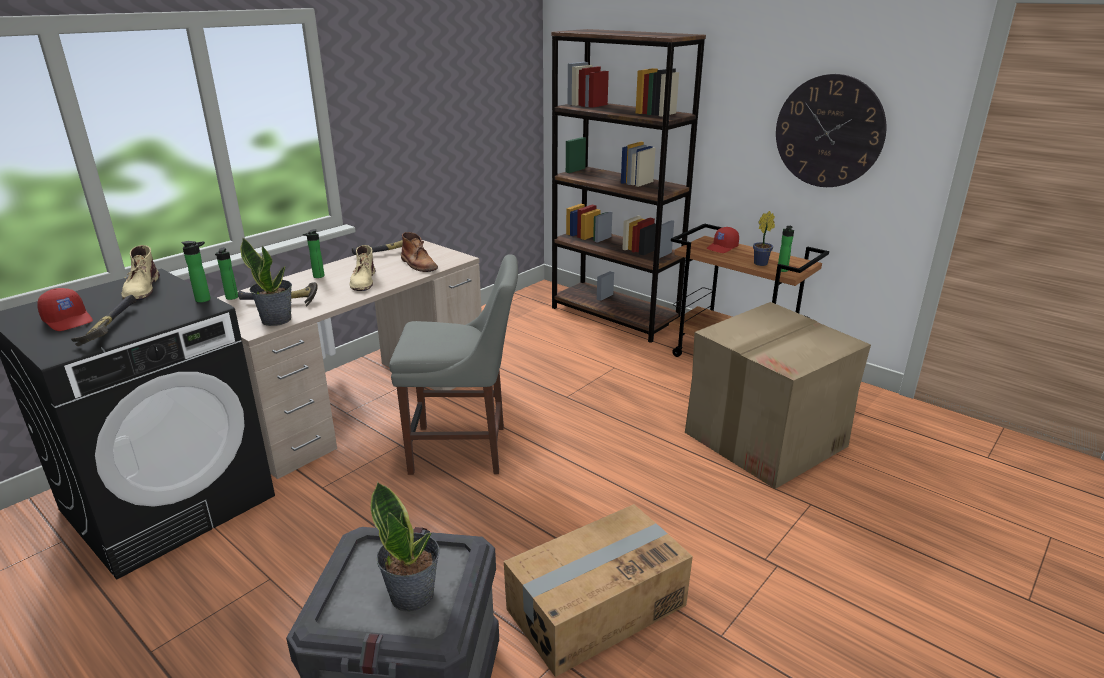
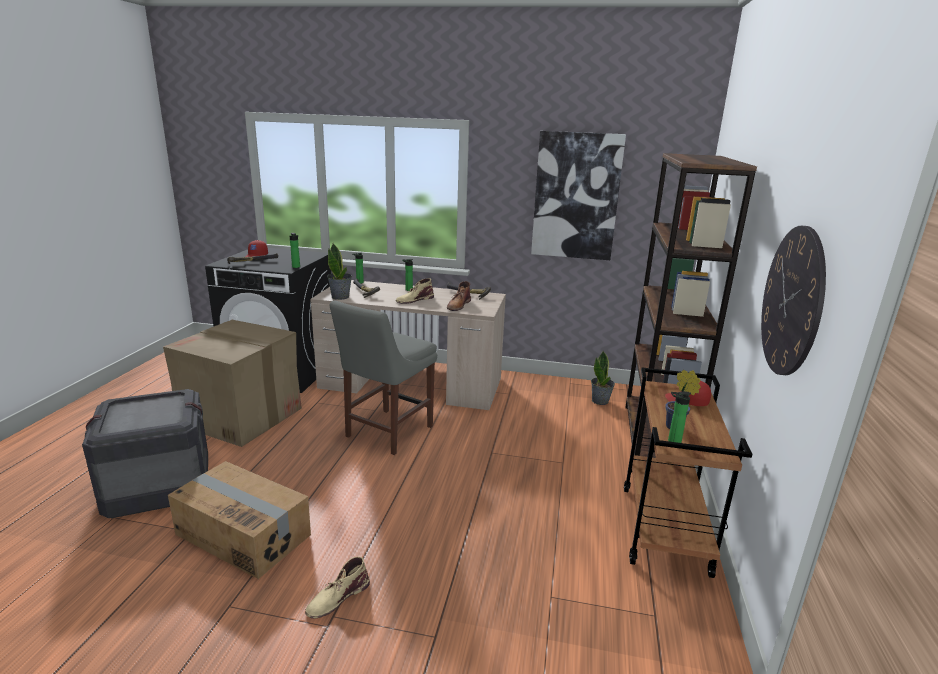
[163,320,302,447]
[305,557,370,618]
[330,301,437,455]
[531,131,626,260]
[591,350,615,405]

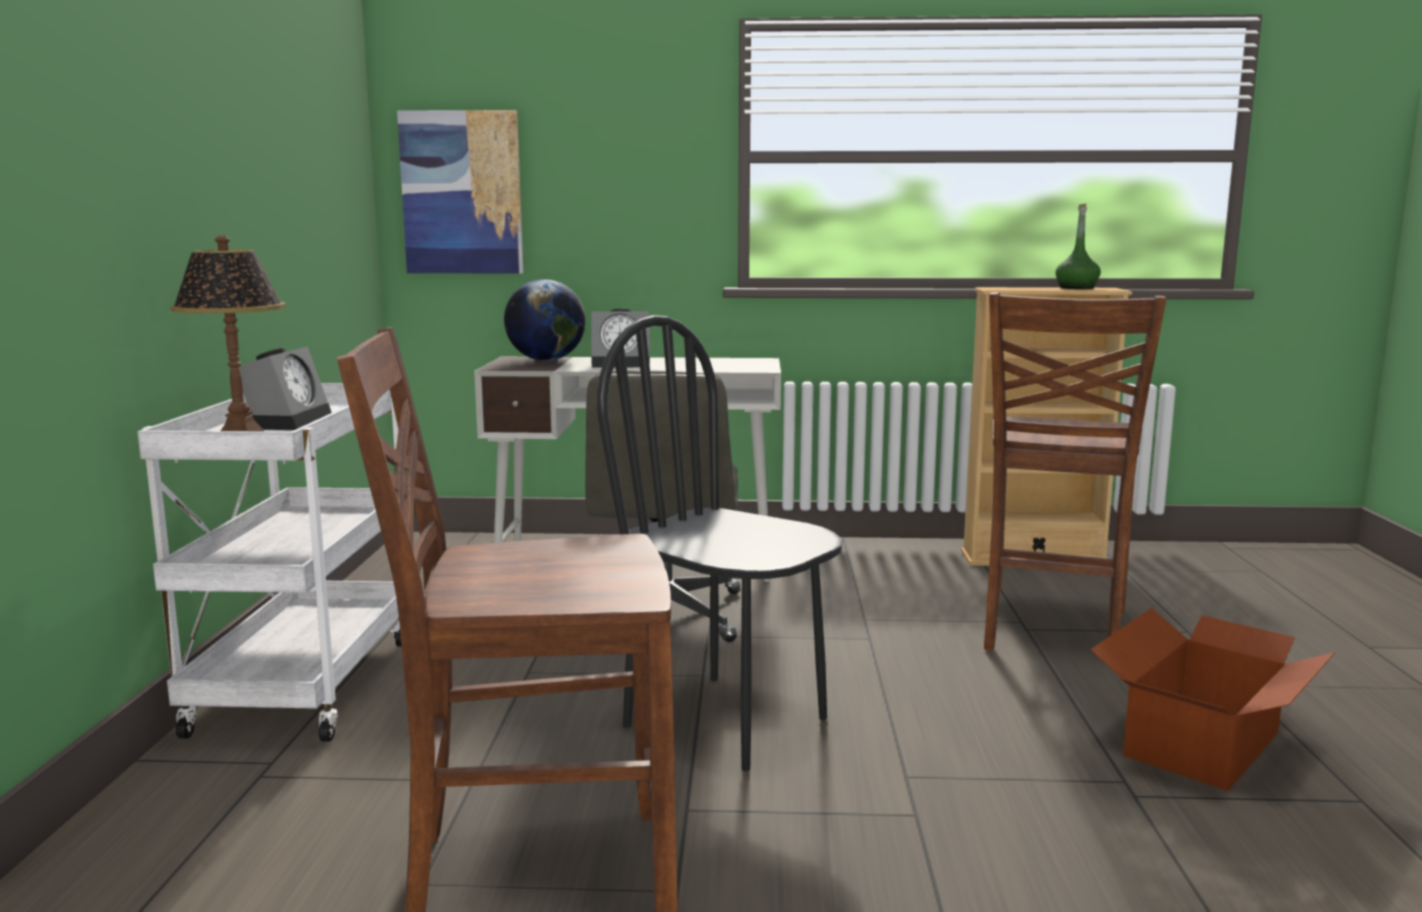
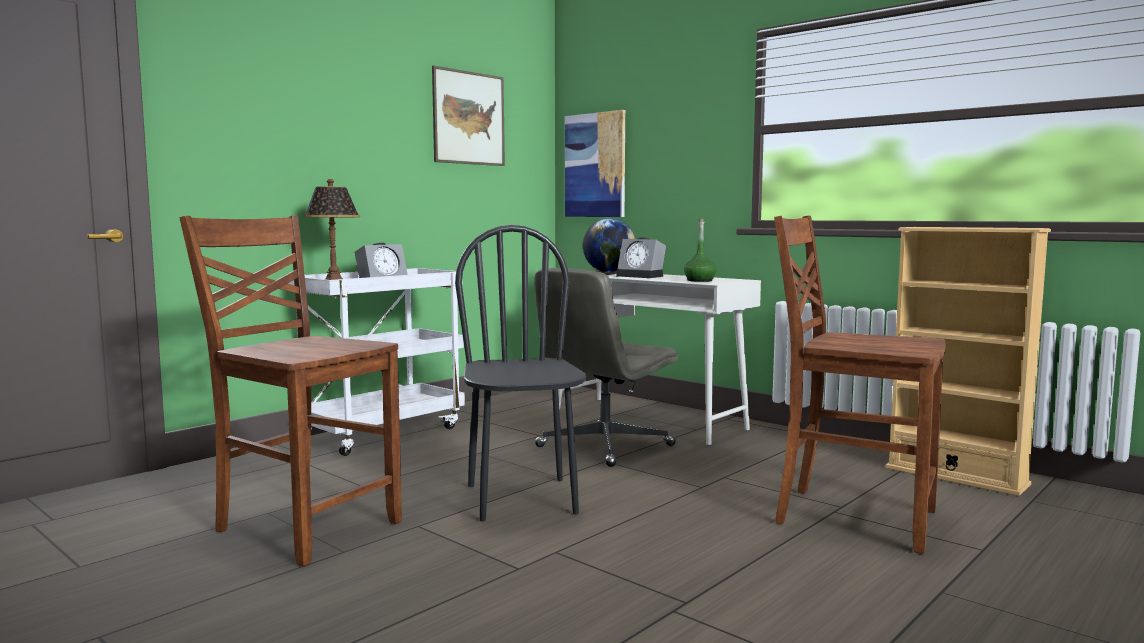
[432,66,505,166]
[684,219,717,282]
[774,216,946,554]
[1091,608,1335,791] (first image)

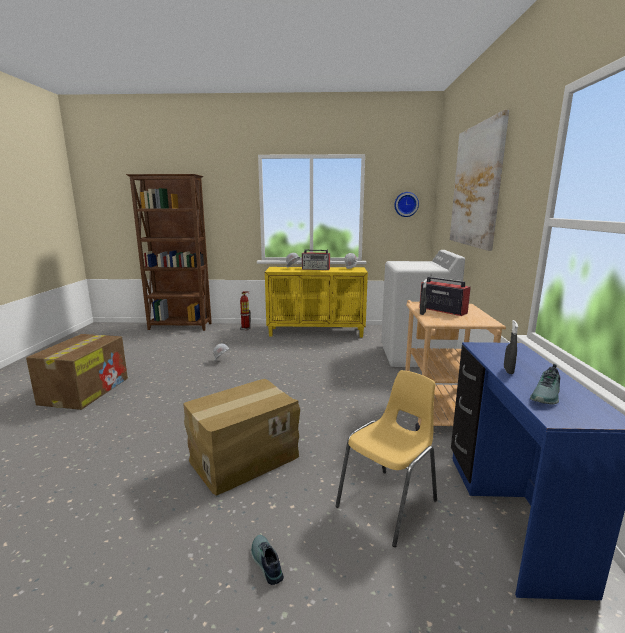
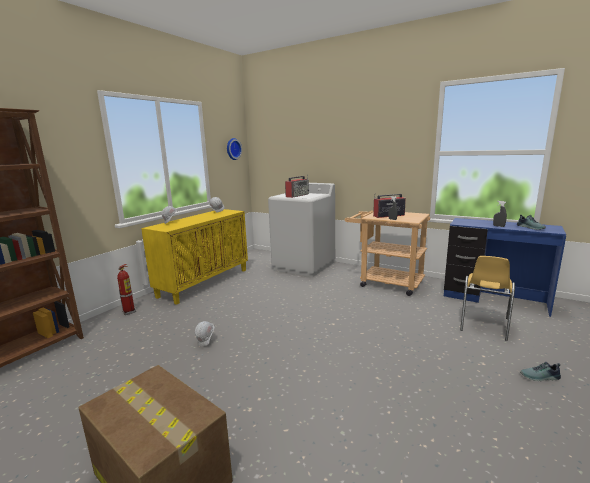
[285,175,309,198]
[460,256,515,341]
[183,379,300,496] (first image)
[450,110,509,251] (first image)

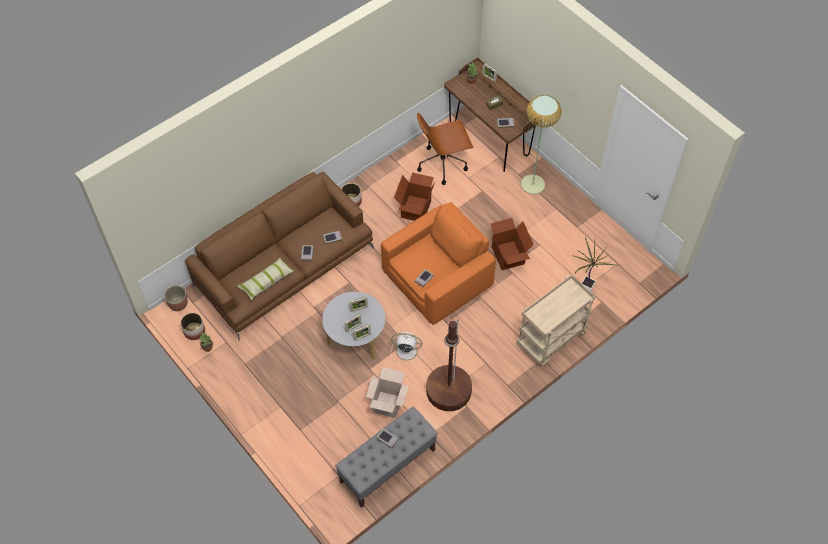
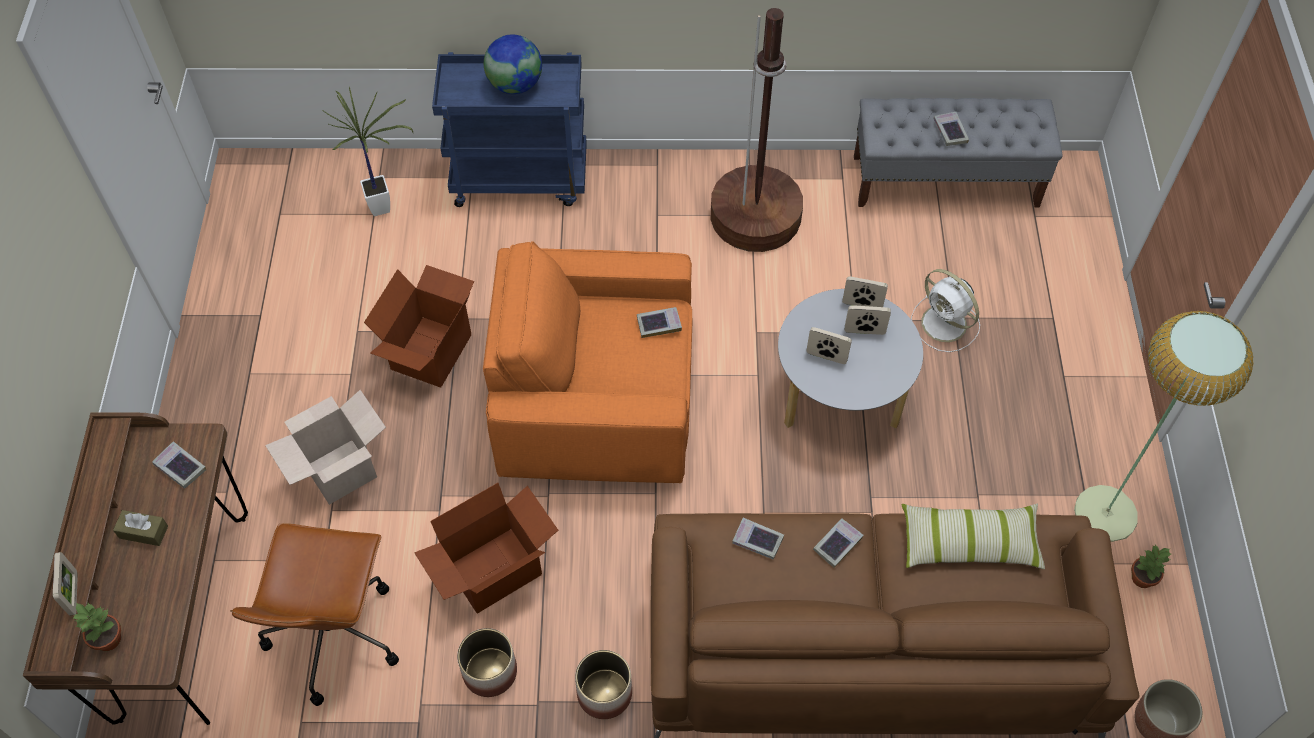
[230,523,399,706]
[265,390,386,505]
[432,52,587,207]
[457,628,517,697]
[484,34,542,94]
[911,269,980,352]
[1074,311,1253,542]

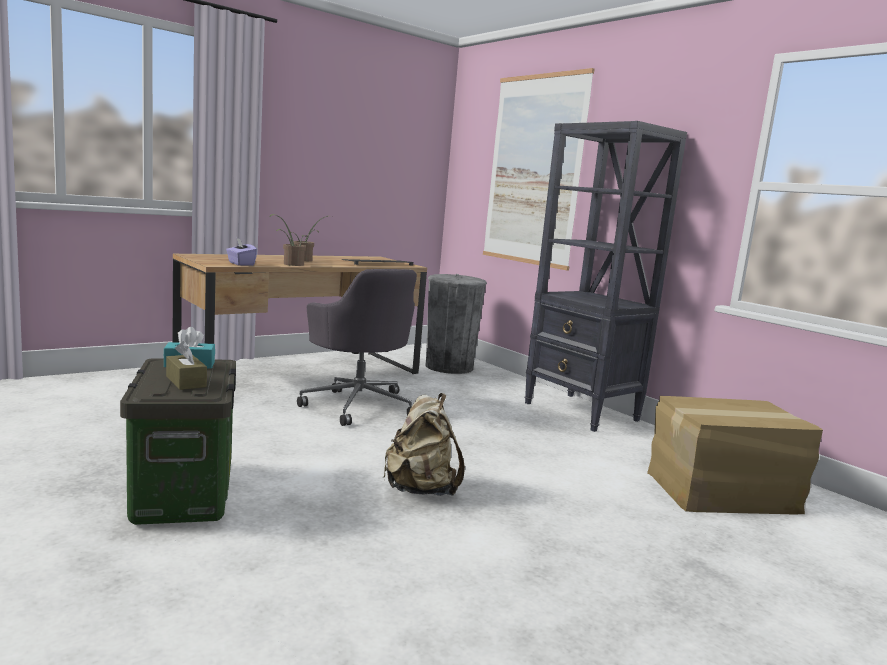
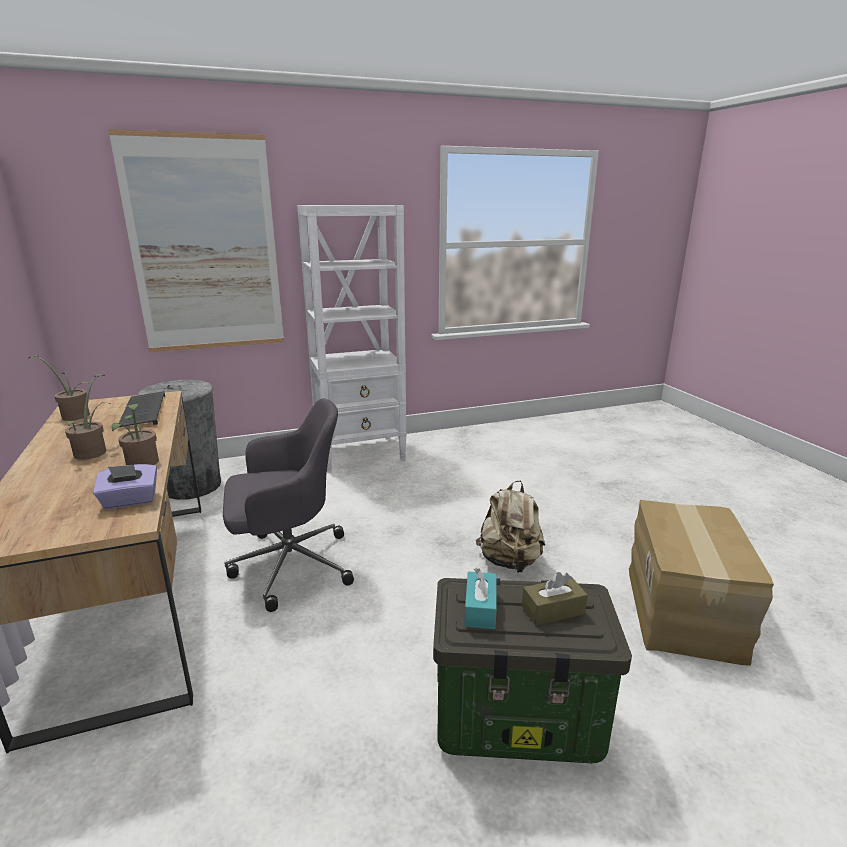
[29,355,90,421]
[297,205,407,471]
[629,500,774,666]

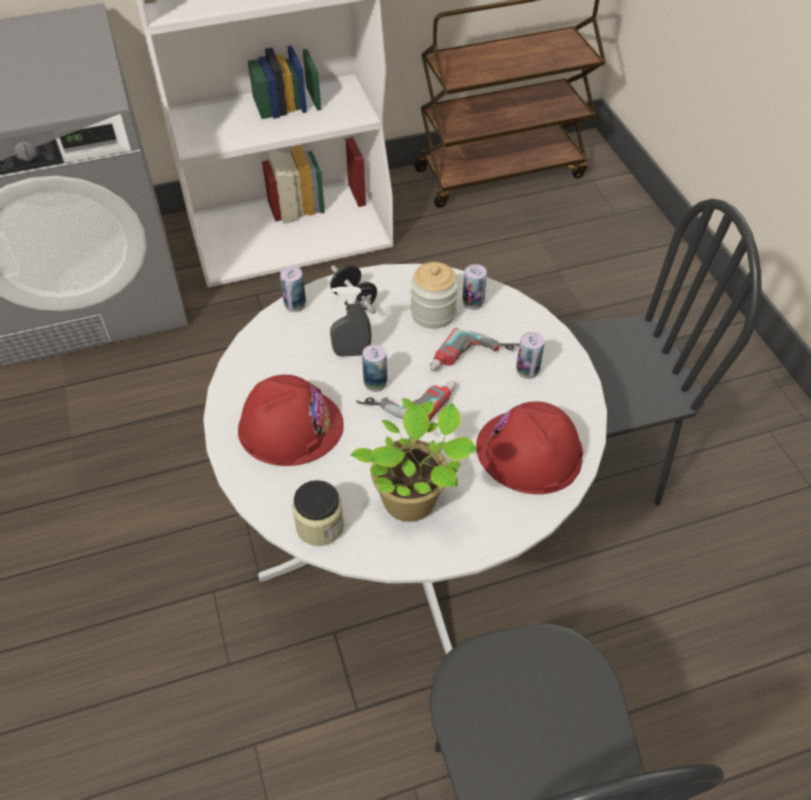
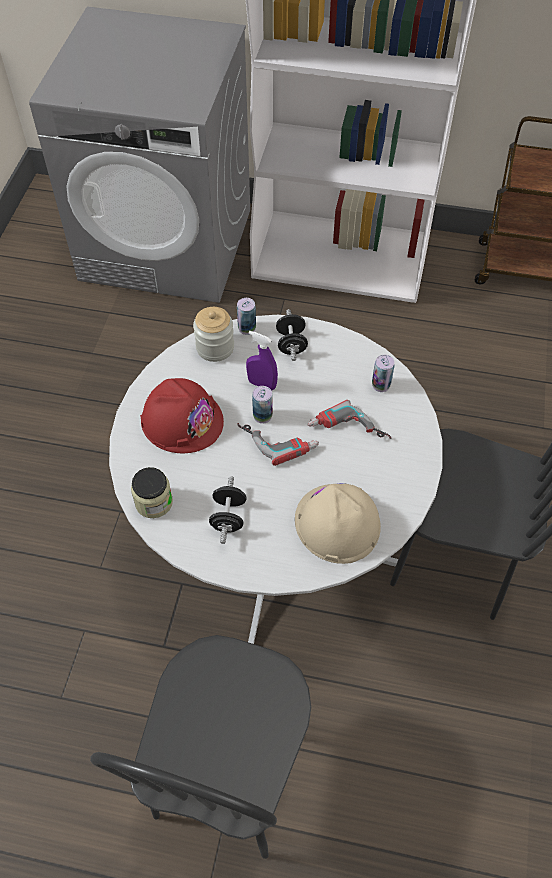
[193,307,234,362]
[209,476,247,544]
[246,331,278,391]
[295,483,381,564]
[516,332,544,379] (first image)

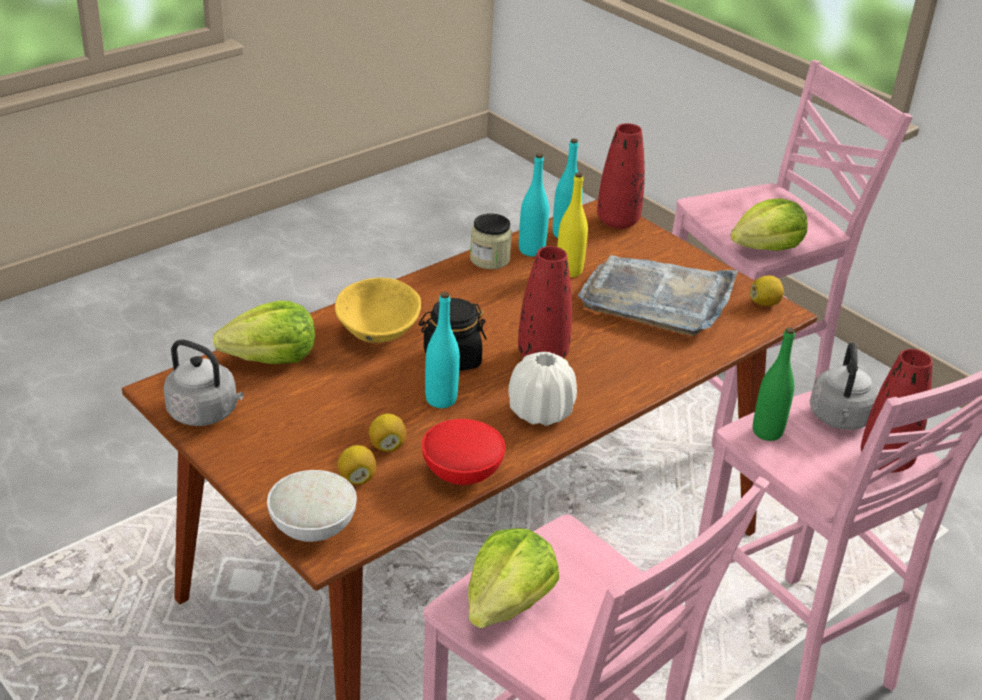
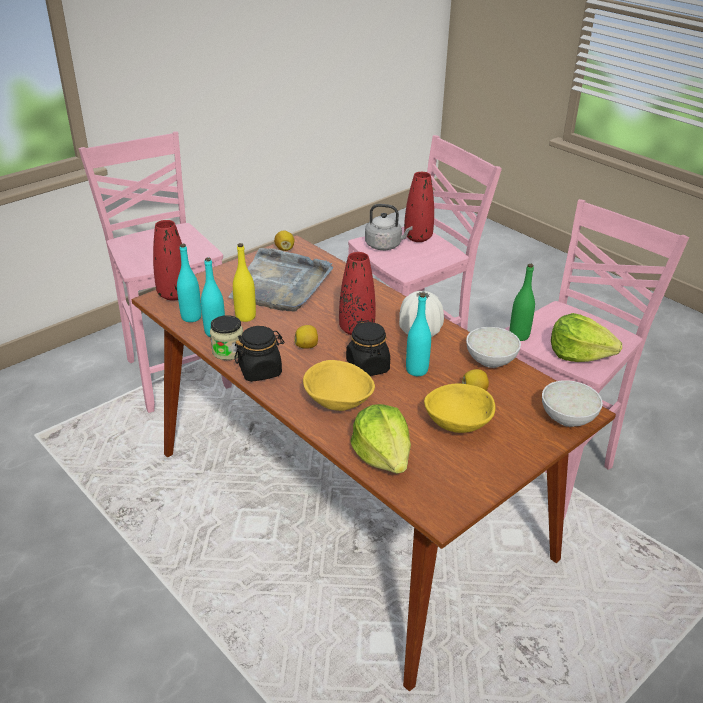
[234,326,285,382]
[294,325,318,349]
[424,384,495,433]
[466,327,521,368]
[509,264,535,341]
[163,339,244,426] (first image)
[731,198,808,251] (first image)

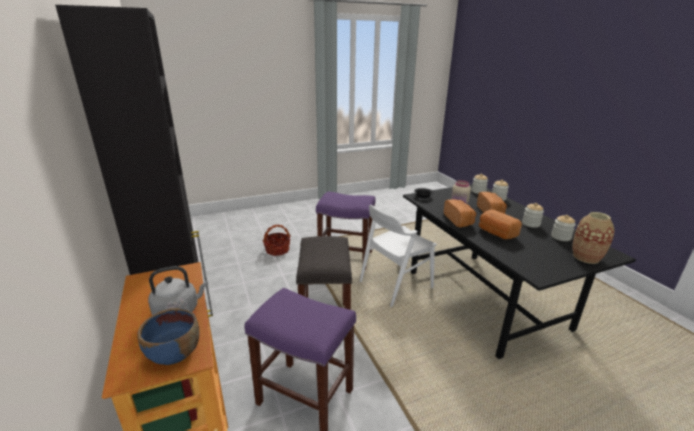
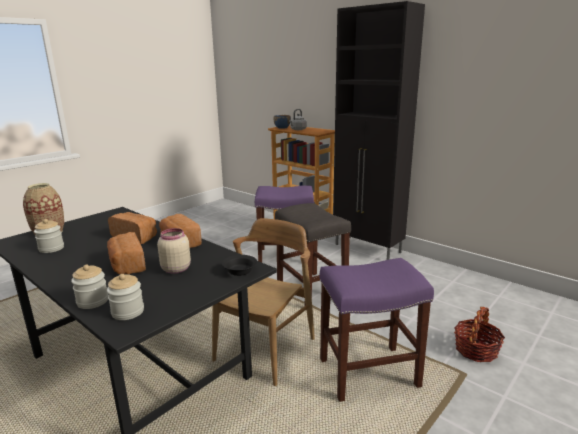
[212,218,315,386]
[522,203,544,228] (first image)

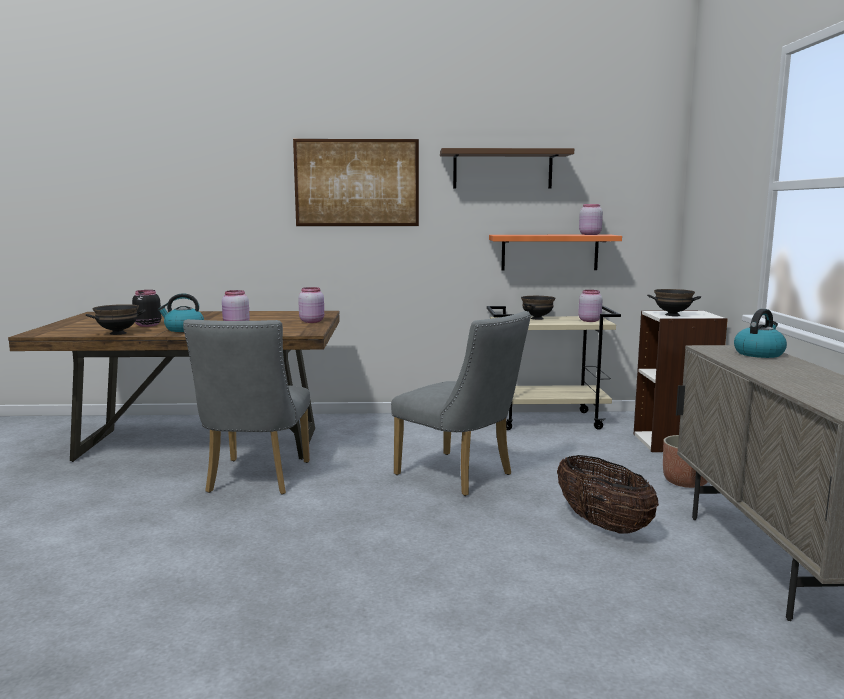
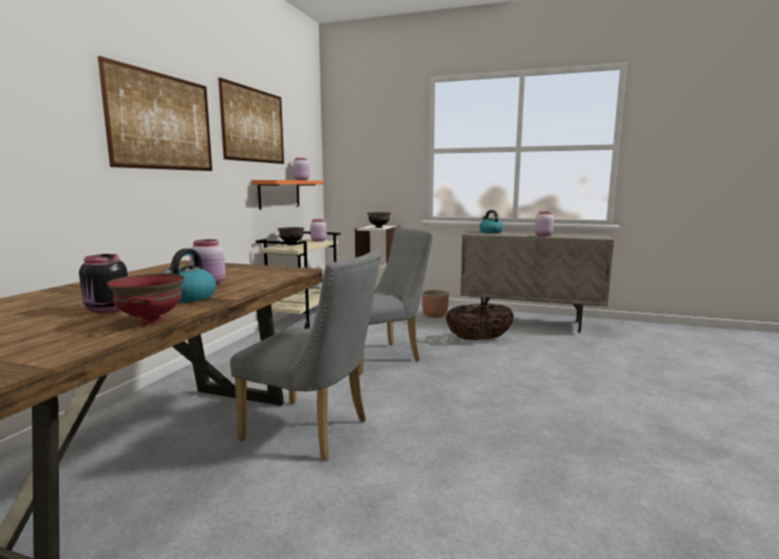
[107,274,184,325]
[218,77,284,164]
[535,211,554,236]

